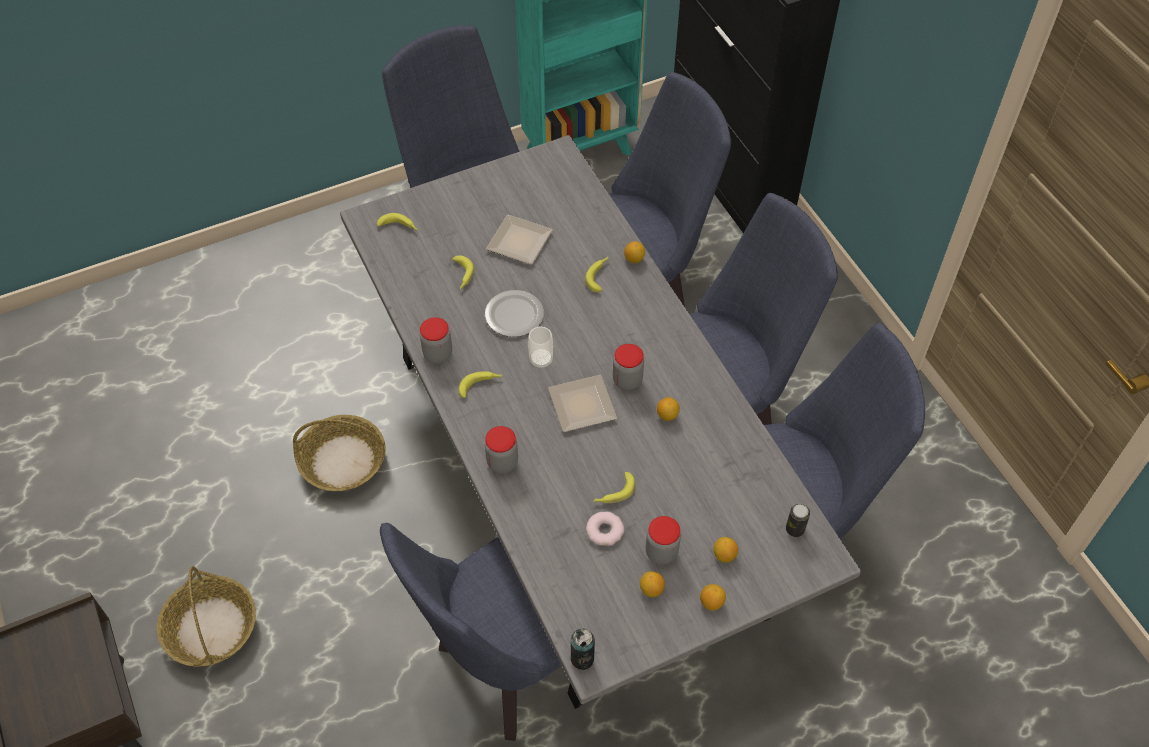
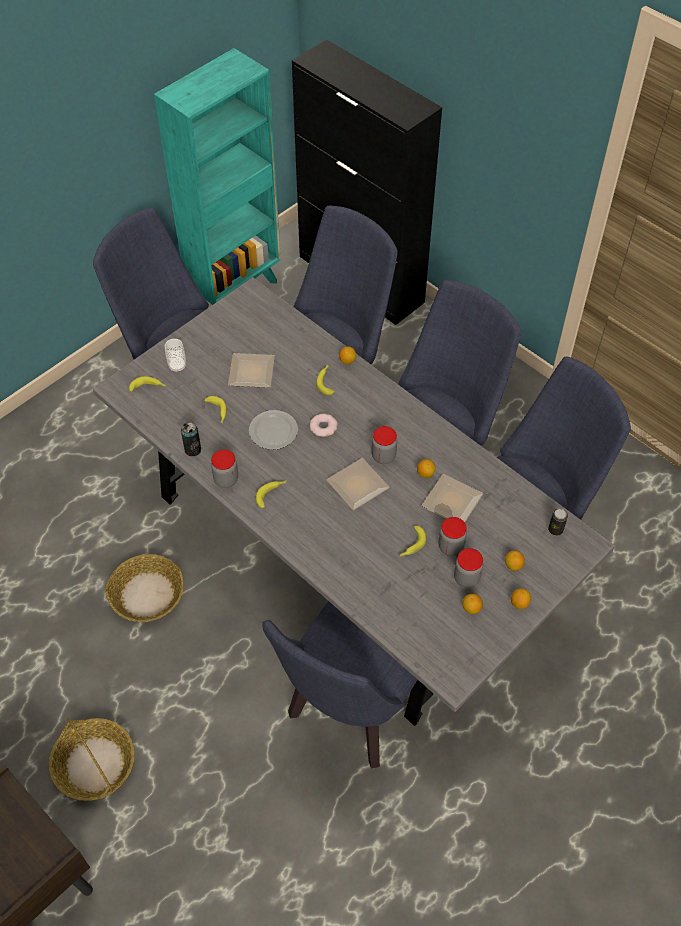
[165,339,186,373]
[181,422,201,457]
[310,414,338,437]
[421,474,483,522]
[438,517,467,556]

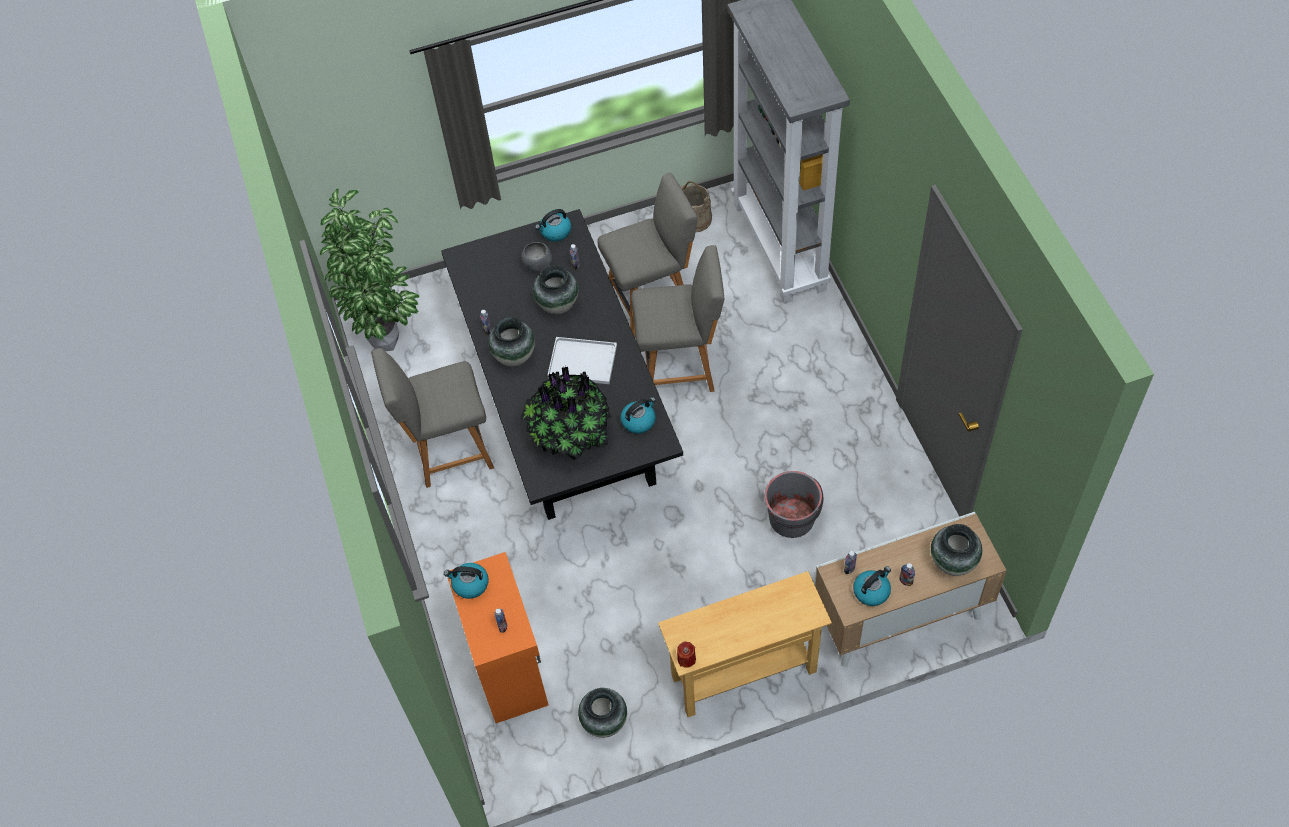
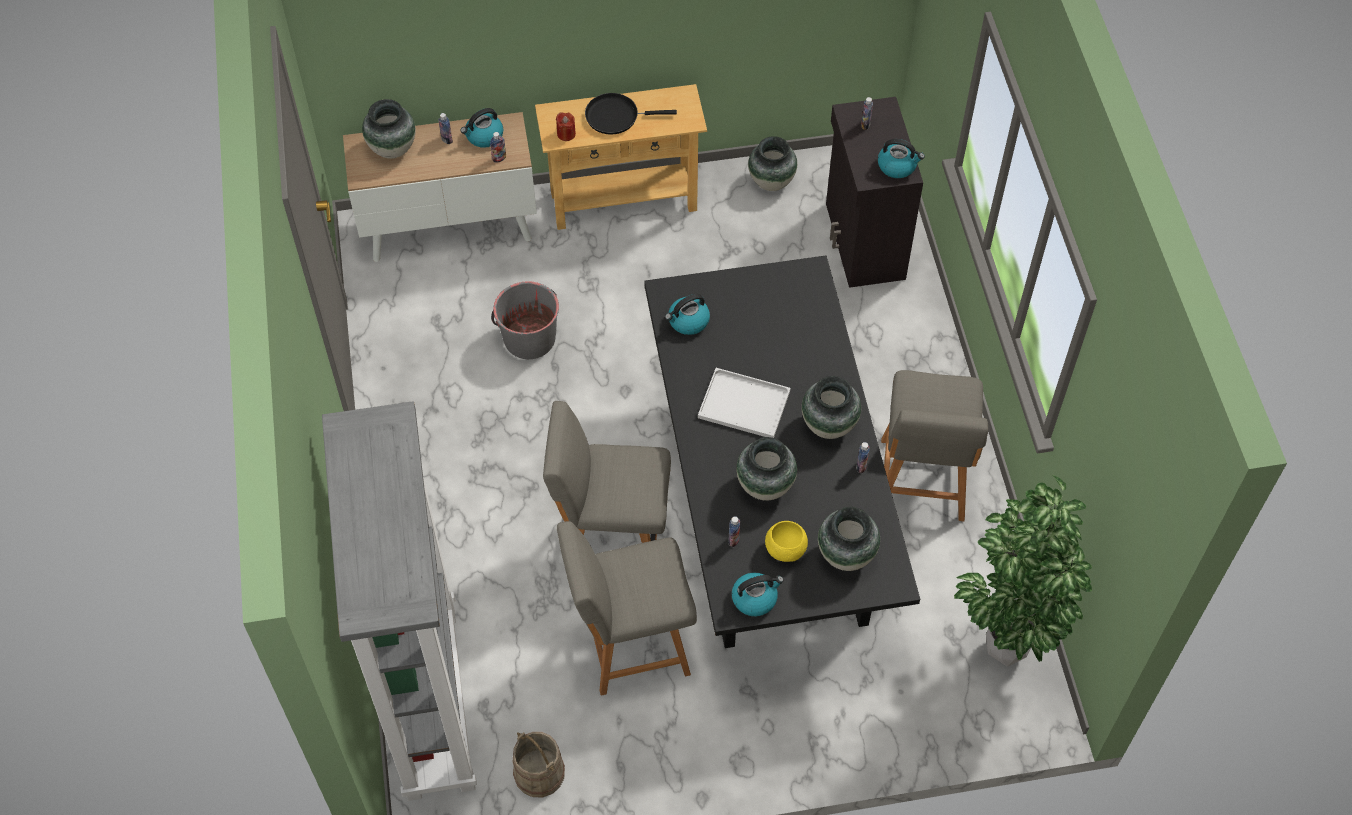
[556,113,576,141]
[585,93,677,135]
[765,521,808,562]
[818,507,880,571]
[826,97,923,288]
[881,370,988,521]
[520,366,612,460] (first image)

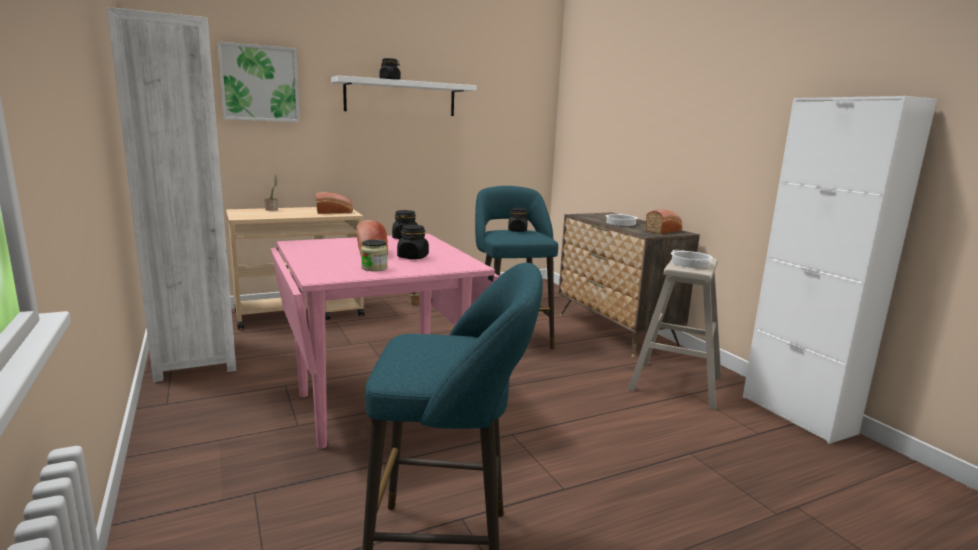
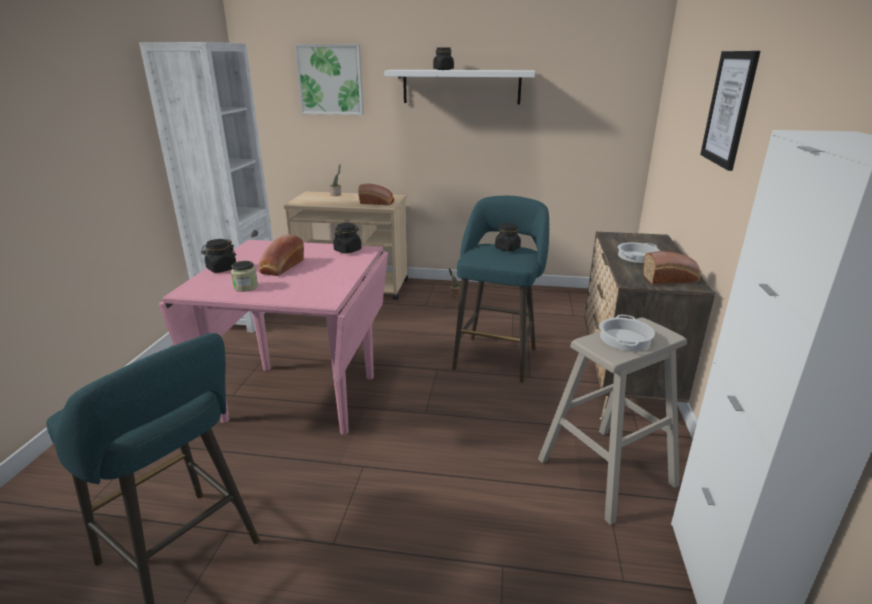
[201,239,236,273]
[700,51,760,171]

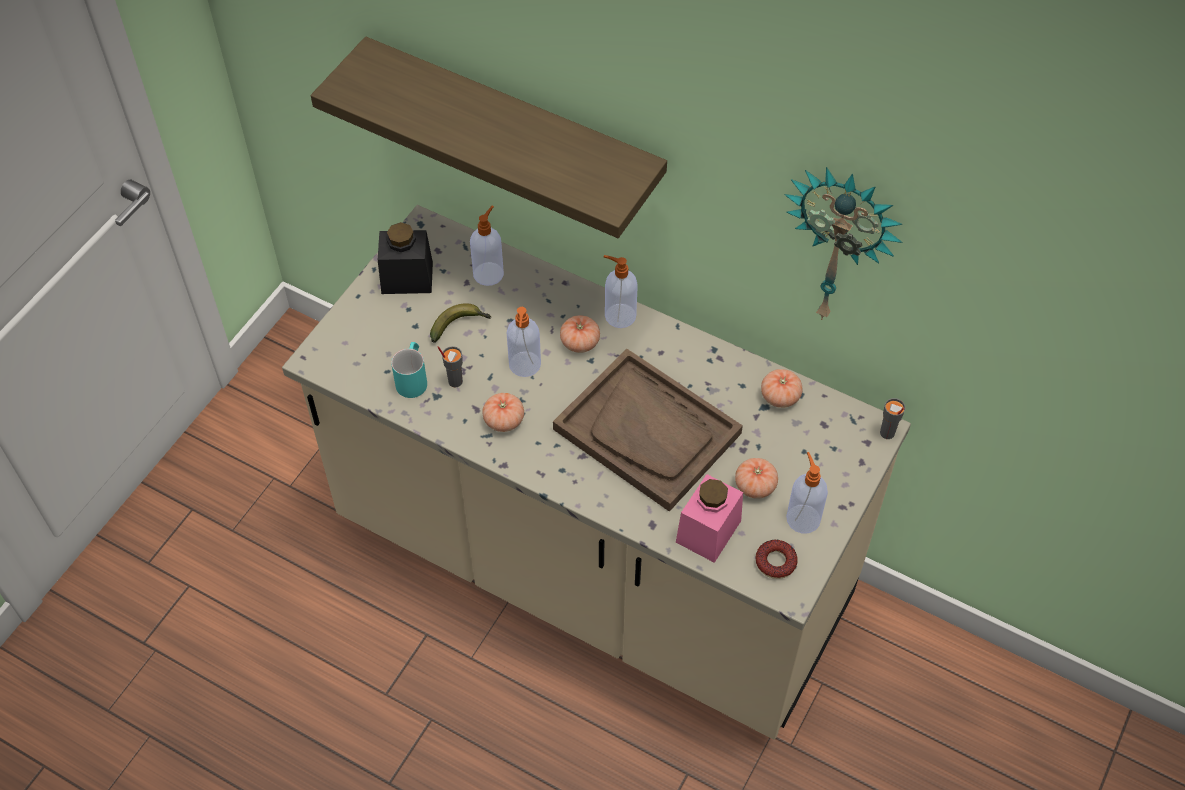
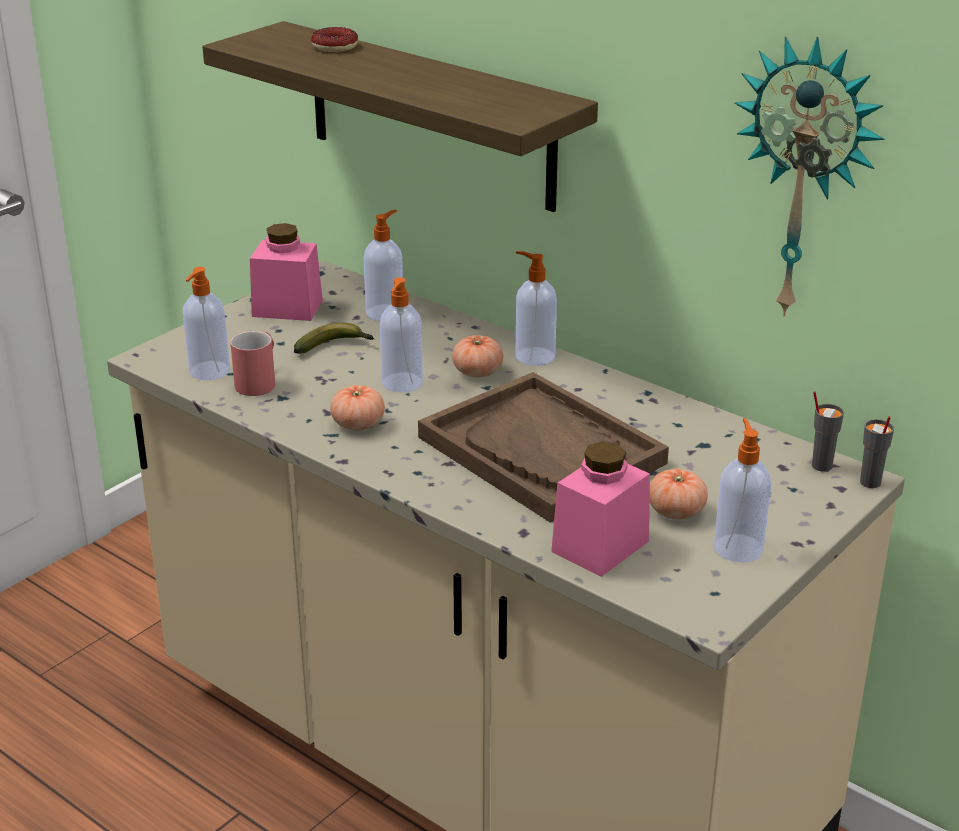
[183,267,230,380]
[230,331,275,396]
[250,223,323,321]
[311,27,358,52]
[812,391,844,472]
[761,369,802,408] (first image)

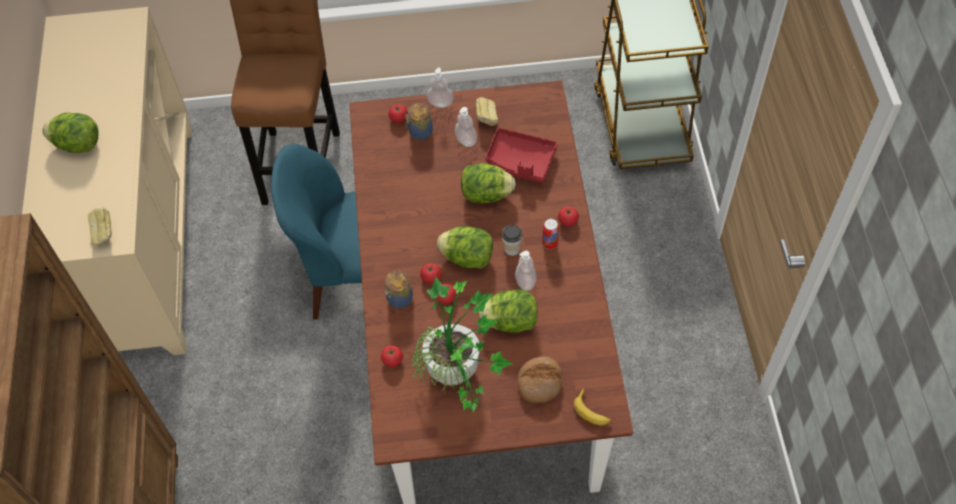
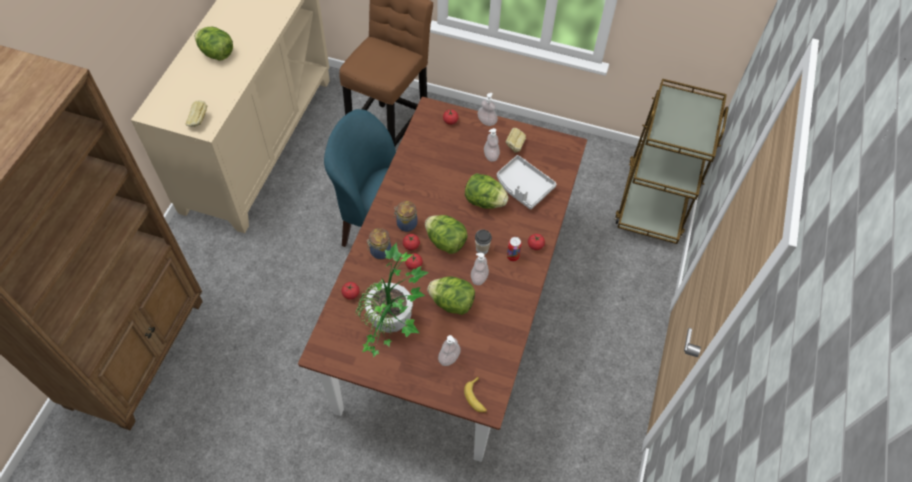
[394,201,417,232]
[438,335,461,366]
[497,155,557,210]

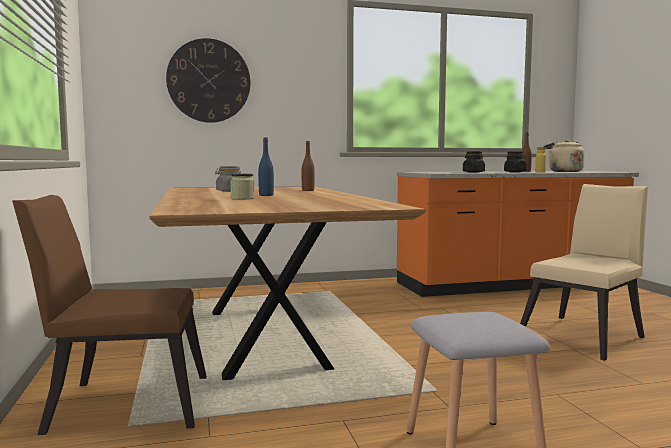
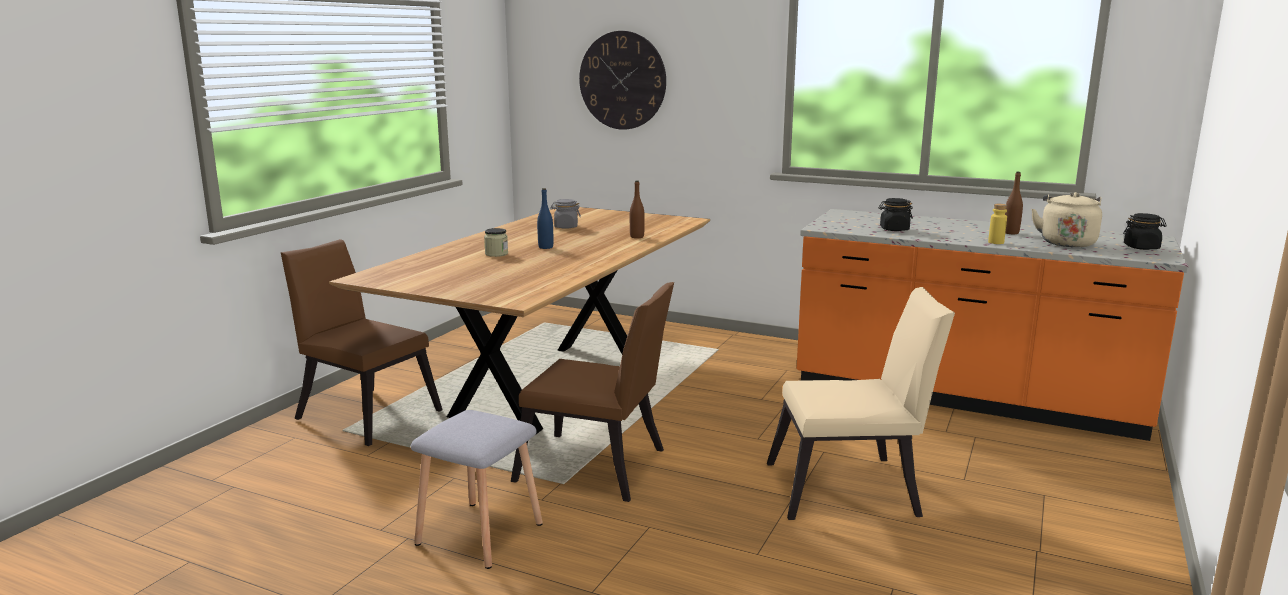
[511,282,674,502]
[1123,213,1167,250]

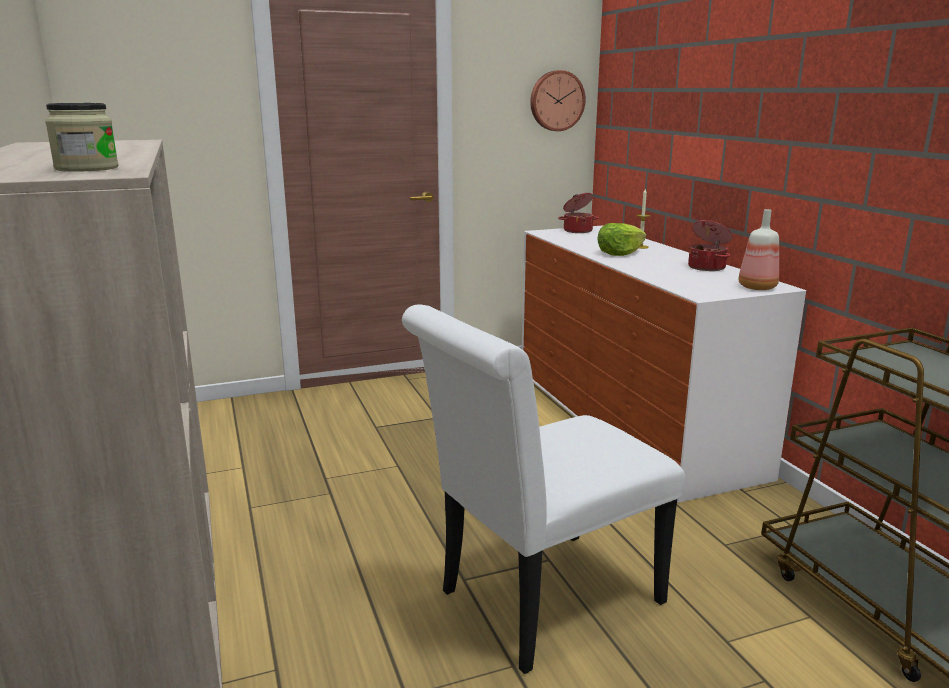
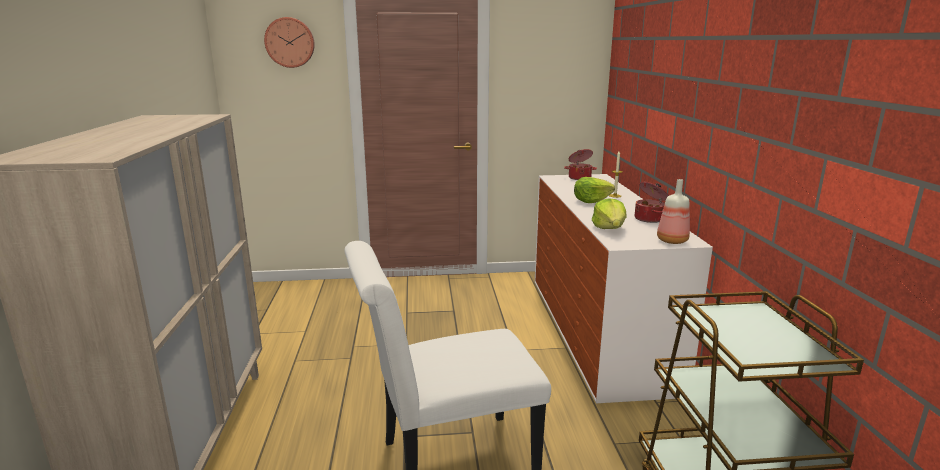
[264,17,315,68]
[592,198,627,229]
[45,103,119,172] (first image)

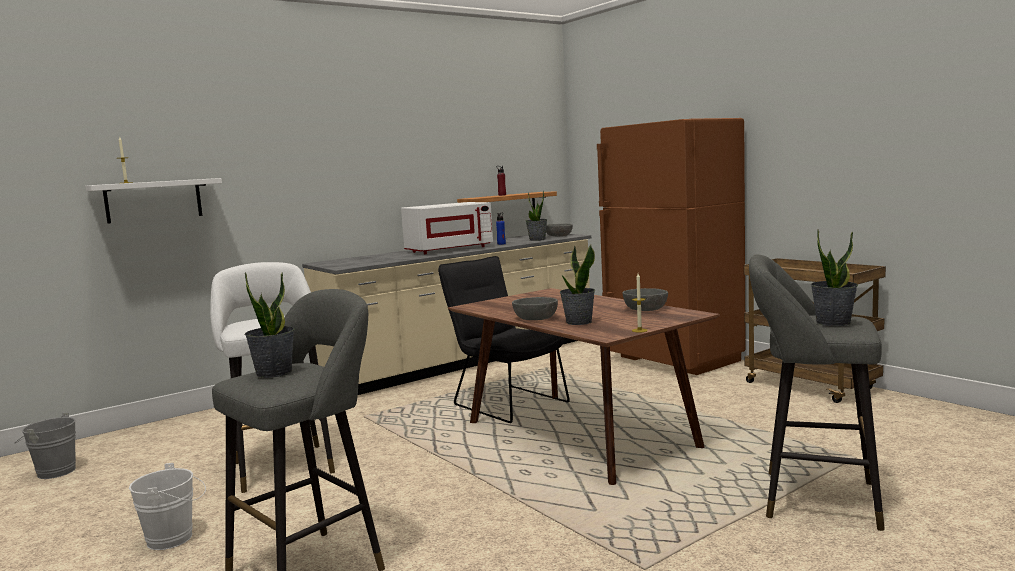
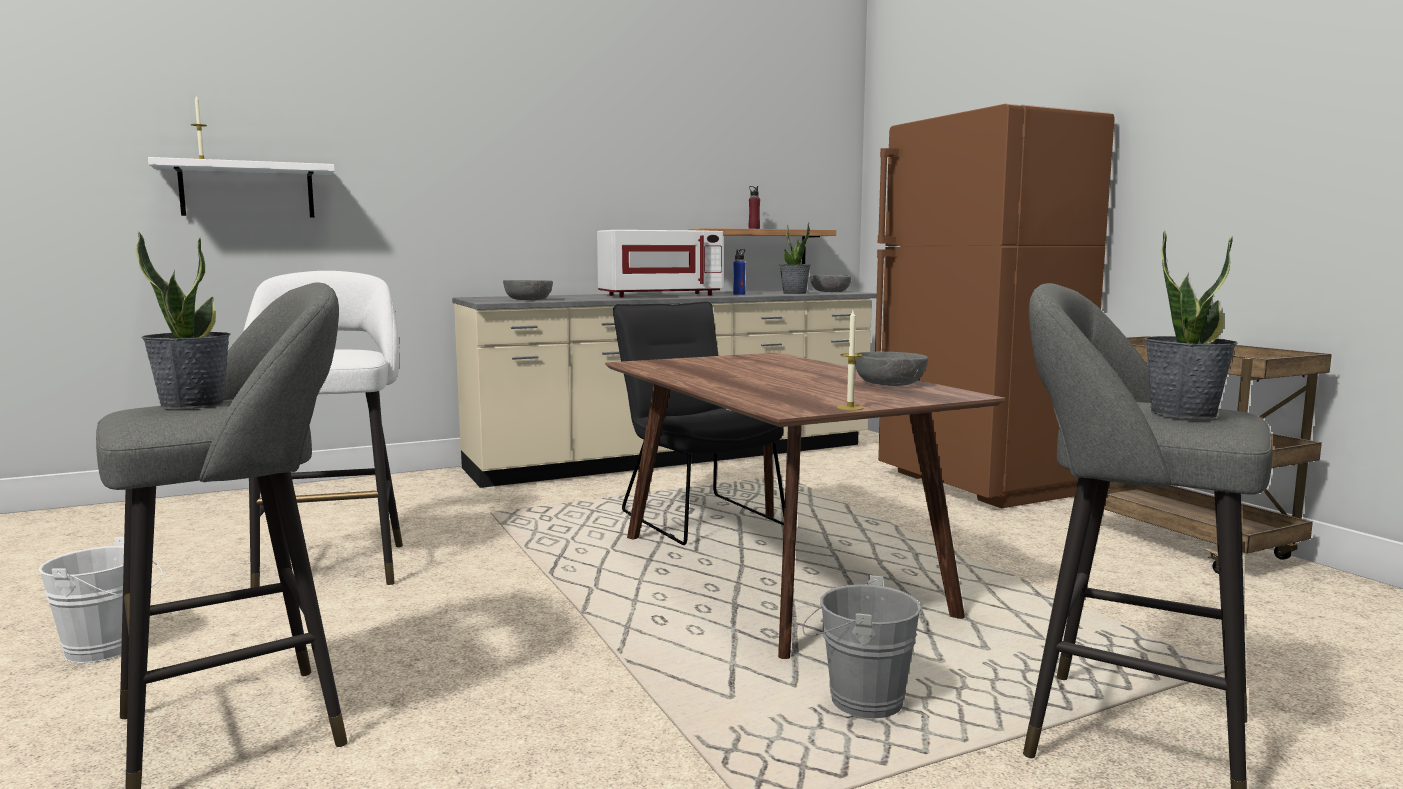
[503,280,553,300]
[803,575,921,718]
[560,245,595,325] (first image)

